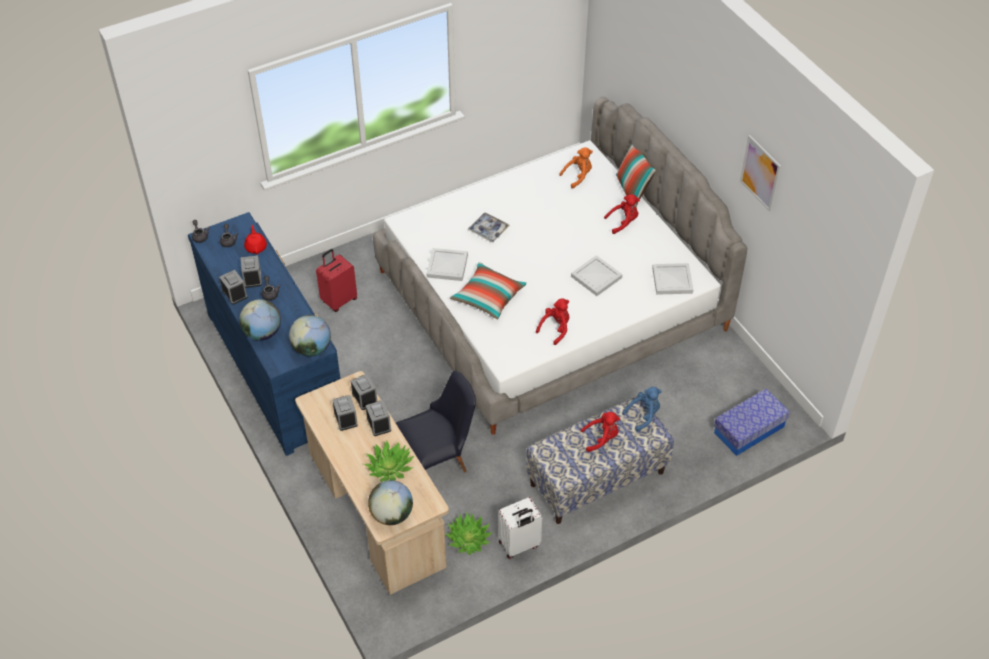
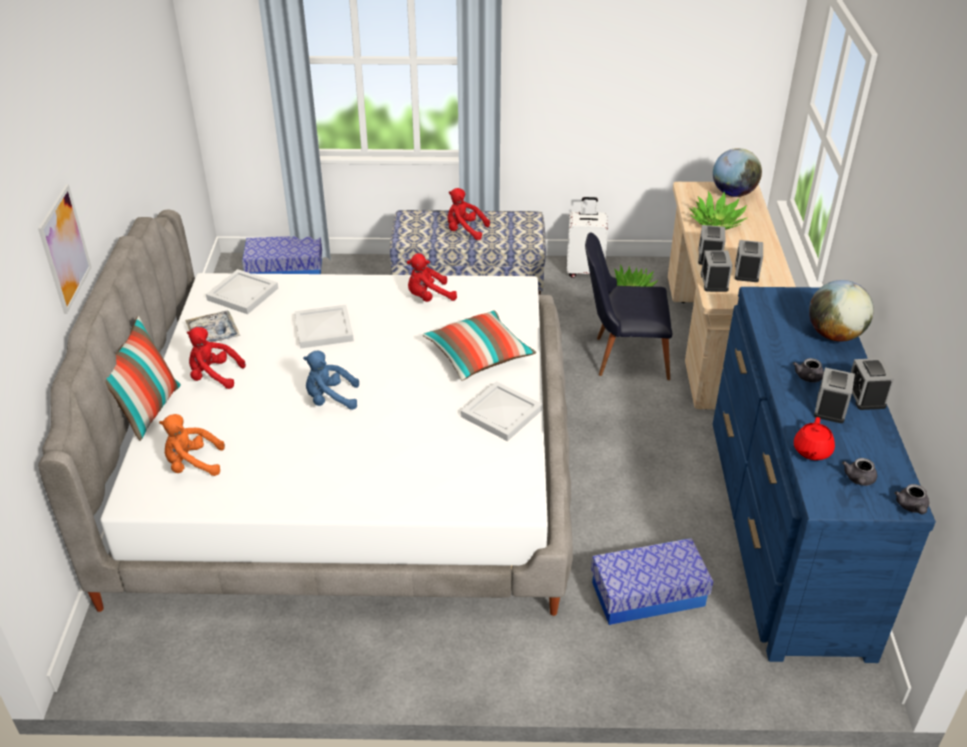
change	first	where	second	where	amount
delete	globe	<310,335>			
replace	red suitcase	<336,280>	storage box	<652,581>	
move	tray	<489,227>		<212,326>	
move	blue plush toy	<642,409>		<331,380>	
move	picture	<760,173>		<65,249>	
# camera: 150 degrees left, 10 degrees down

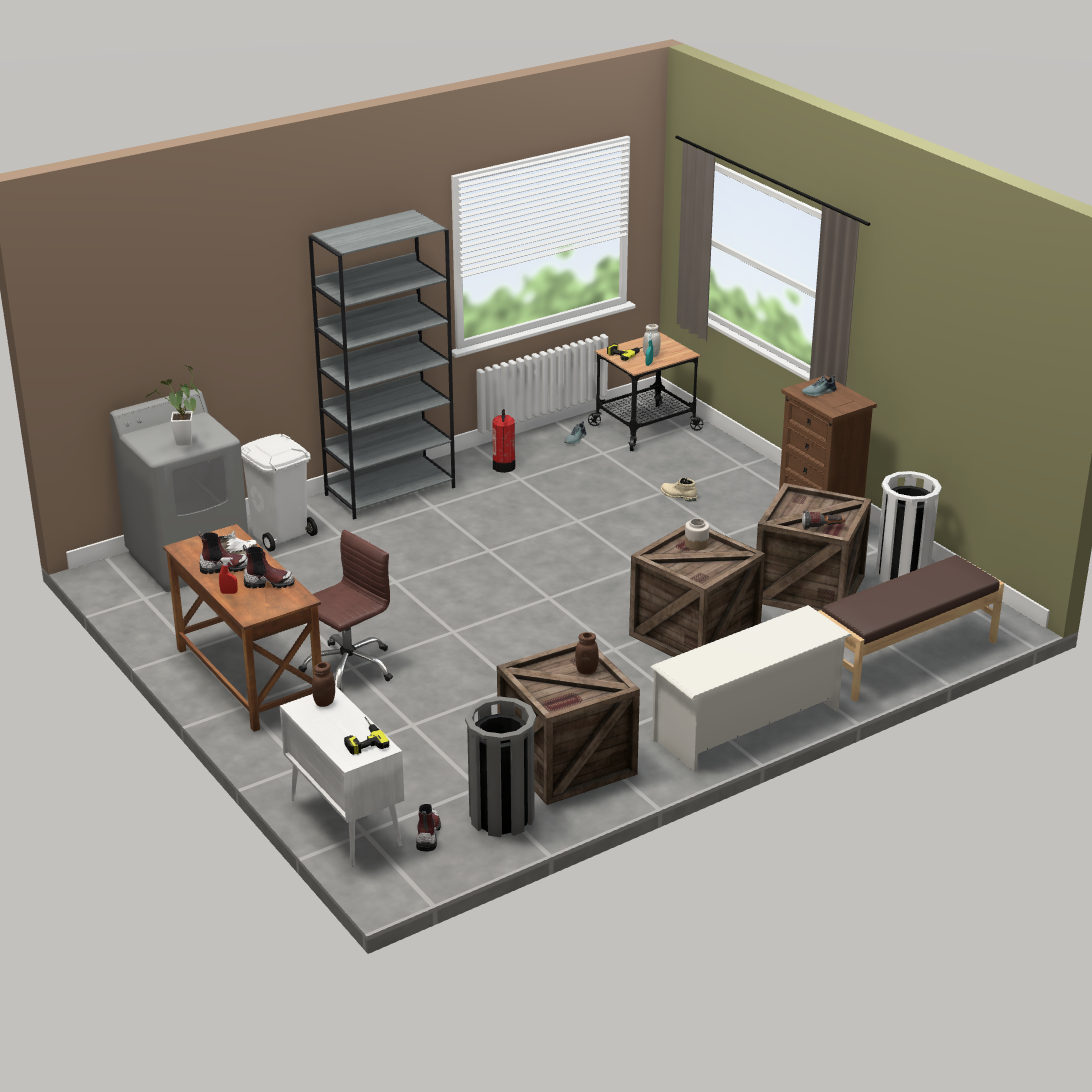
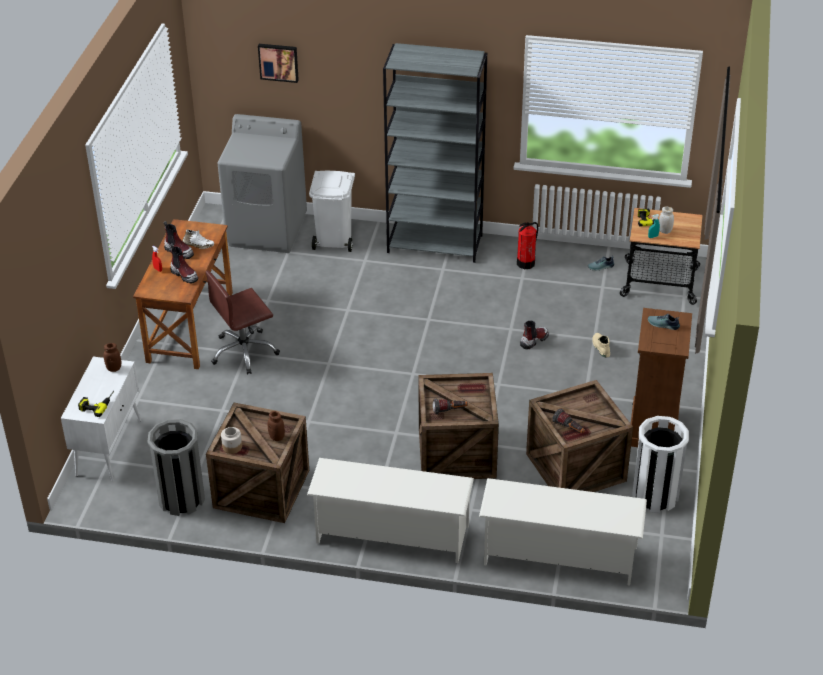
change	first	where	second	where	amount
delete	potted plant	<172,405>			
rotate	brown office chair	<345,610>		<242,322>	150 degrees clockwise
move	boot	<428,827>		<534,334>	
move	jar	<697,534>		<231,440>	
replace	brown bench	<911,628>	white shoe rack	<563,532>	
insert			picture	<278,63>	
insert			flashlight	<450,406>	
# camera: 45 degrees right, 10 degrees up

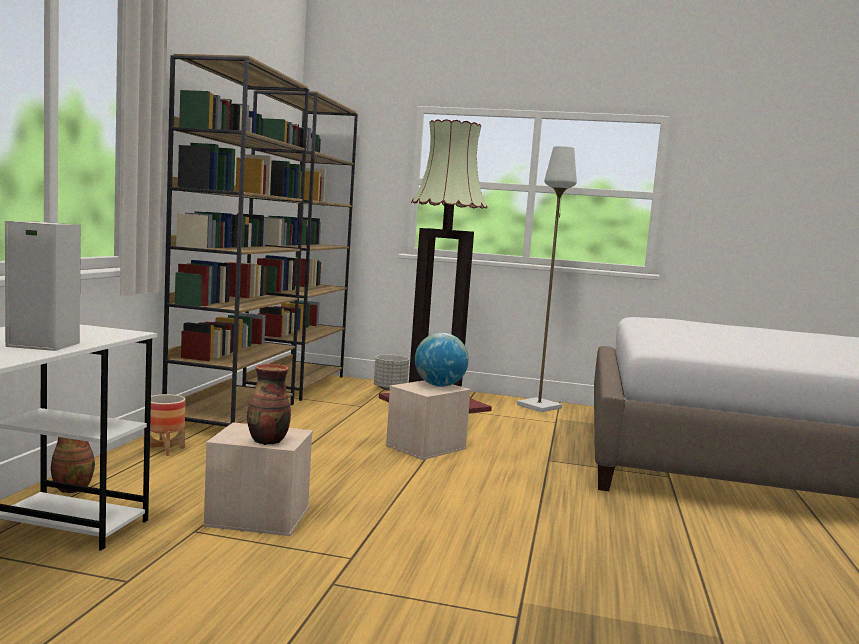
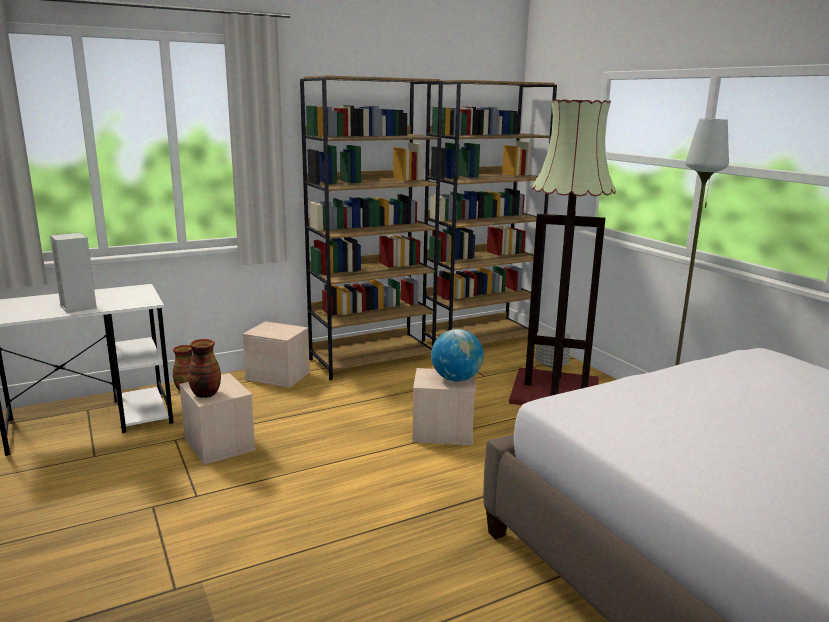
change	first	where	second	where	amount
replace	planter	<165,425>	beige storage box	<276,354>	
# camera: 50 degrees right, 10 degrees up

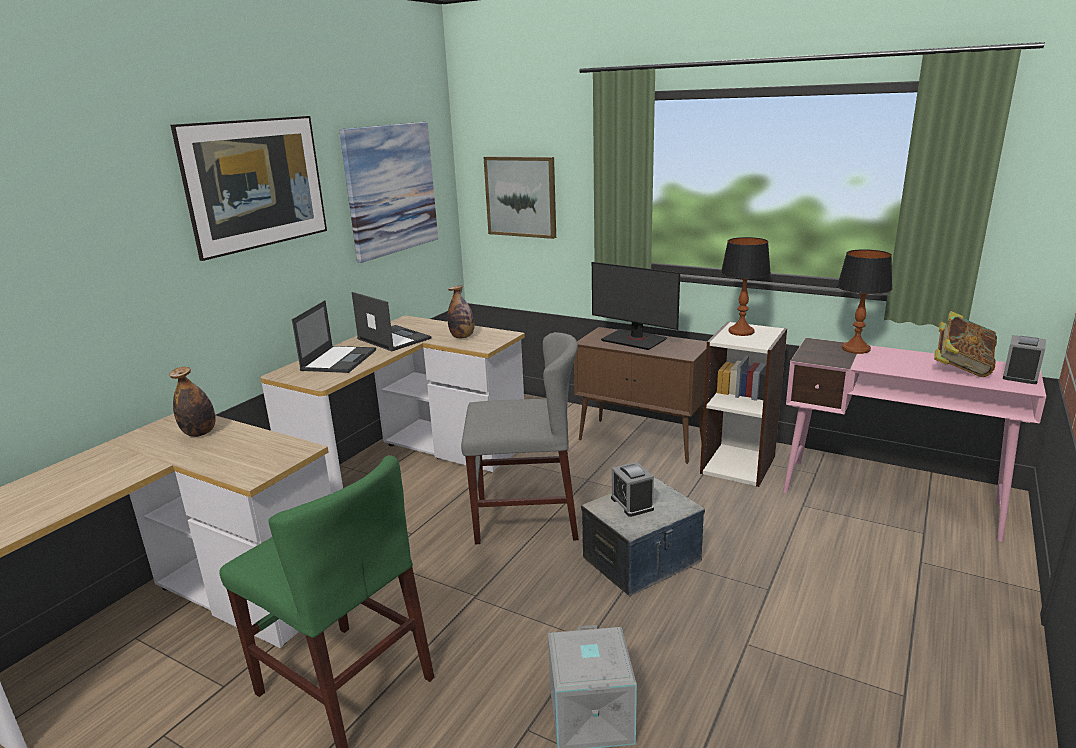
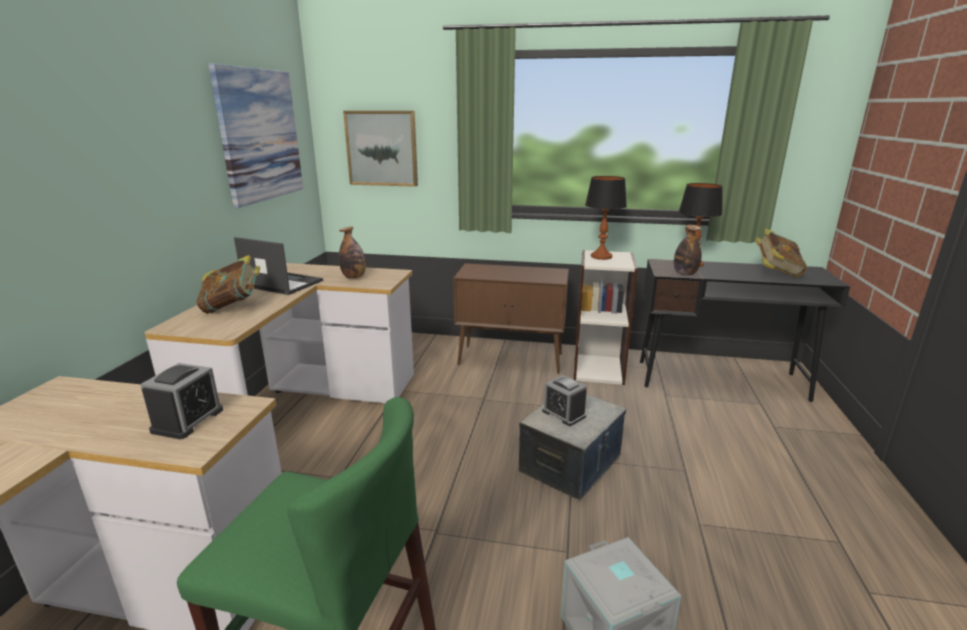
change	first	where	second	where	amount
move	bottle	<192,402>		<688,250>	
delete	picture	<249,188>			
replace	laptop	<334,336>	book	<228,284>	
delete	grey chair	<520,438>			
delete	monitor	<636,306>			
recolor	pink desk	<914,440>	black desk	<745,330>	
move	alarm clock	<1024,359>		<181,401>	
# camera: 20 degrees left, 0 degrees up

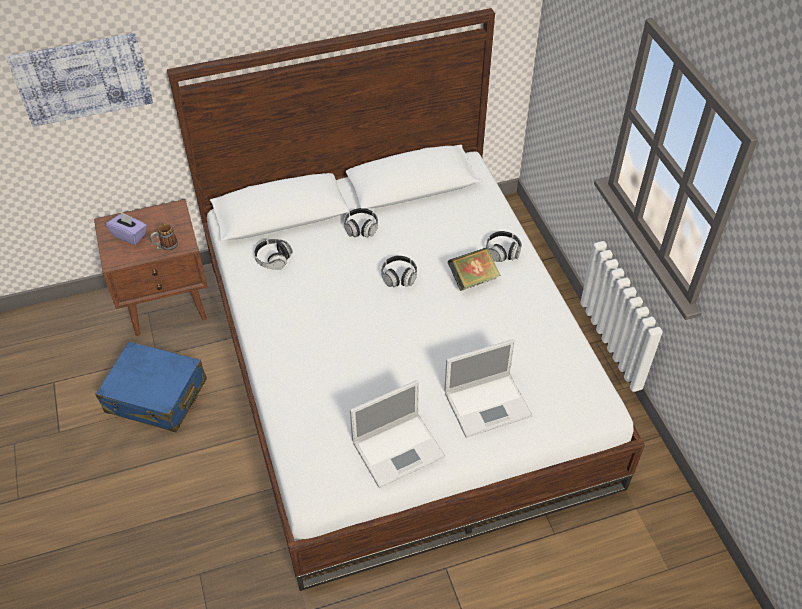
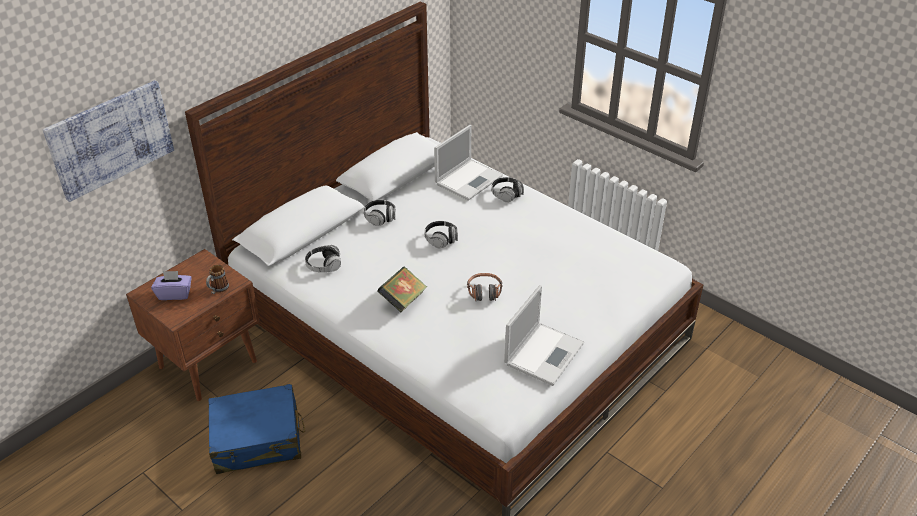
change	first	where	second	where	amount
move	laptop	<488,388>		<468,163>	
move	book	<474,269>		<402,289>	
insert			headphones	<485,287>	
# camera: 30 degrees left, 10 degrees down

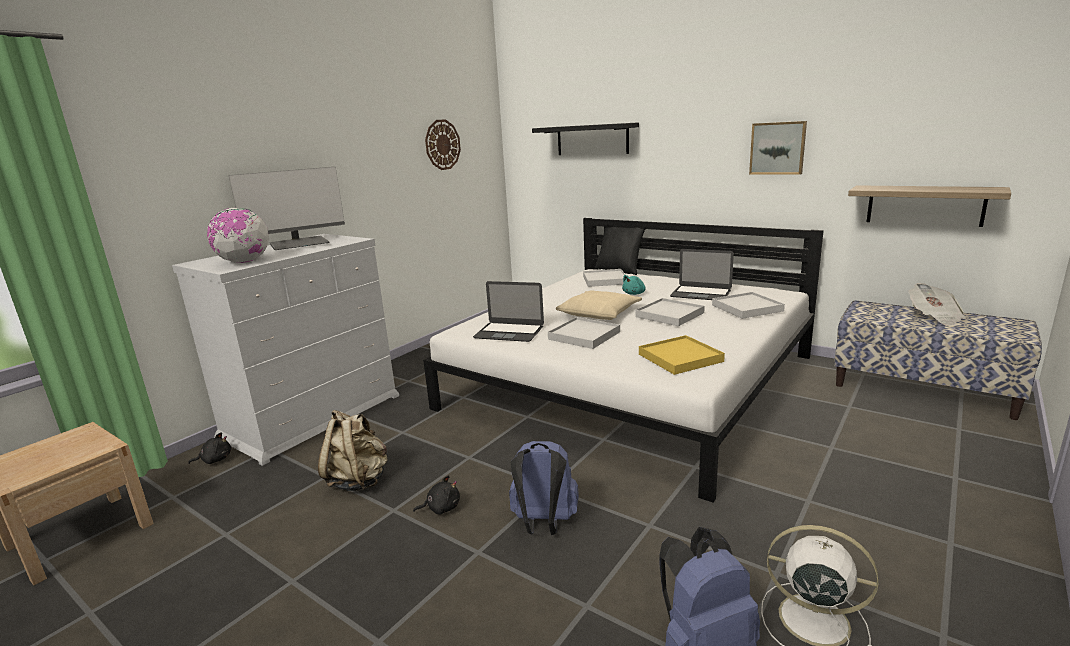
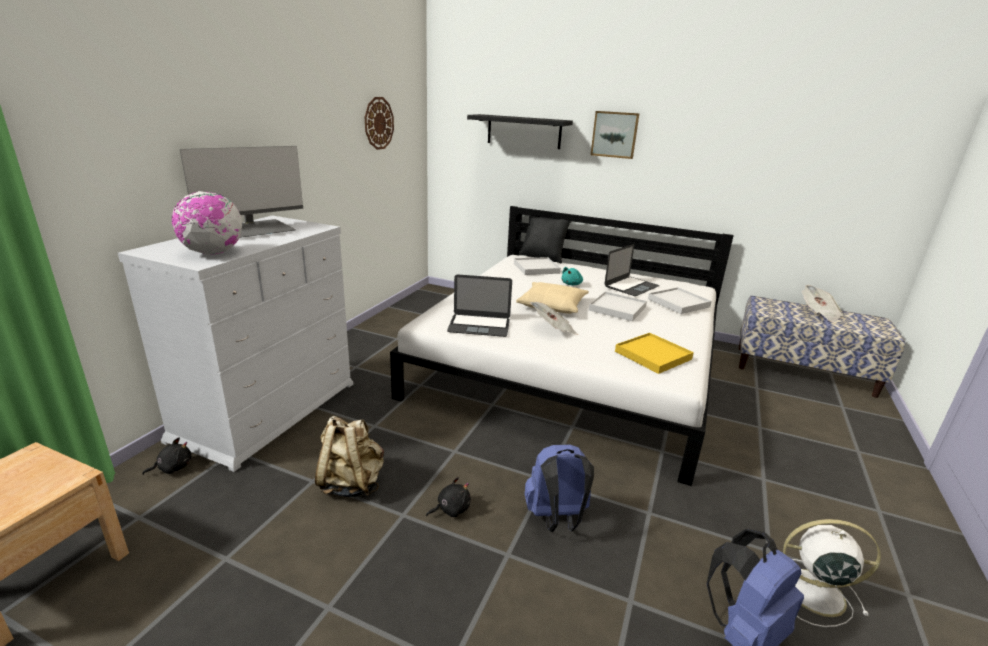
change	first	where	second	where	amount
replace	white tray	<584,333>	newspaper	<554,318>	
rotate	laptop	<702,274>		<631,270>	60 degrees counterclockwise
move	picture	<778,148>		<615,135>	
delete	shelf	<929,206>			
# camera: 15 degrees left, 5 degrees up

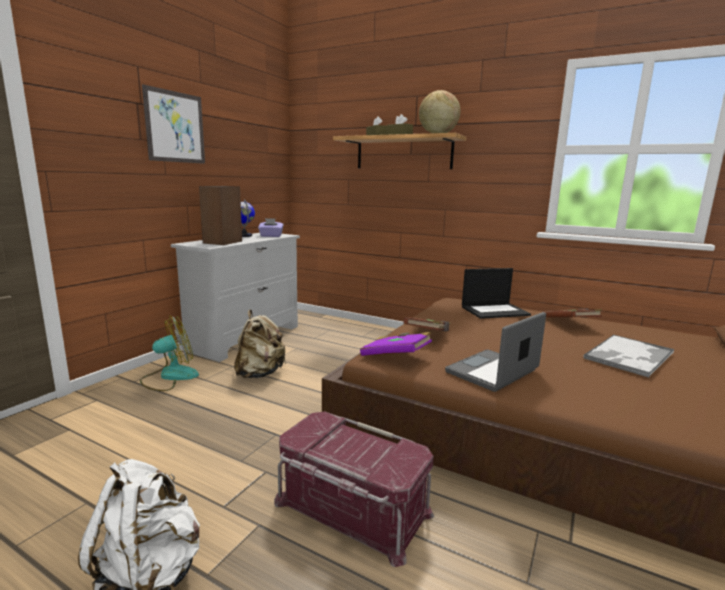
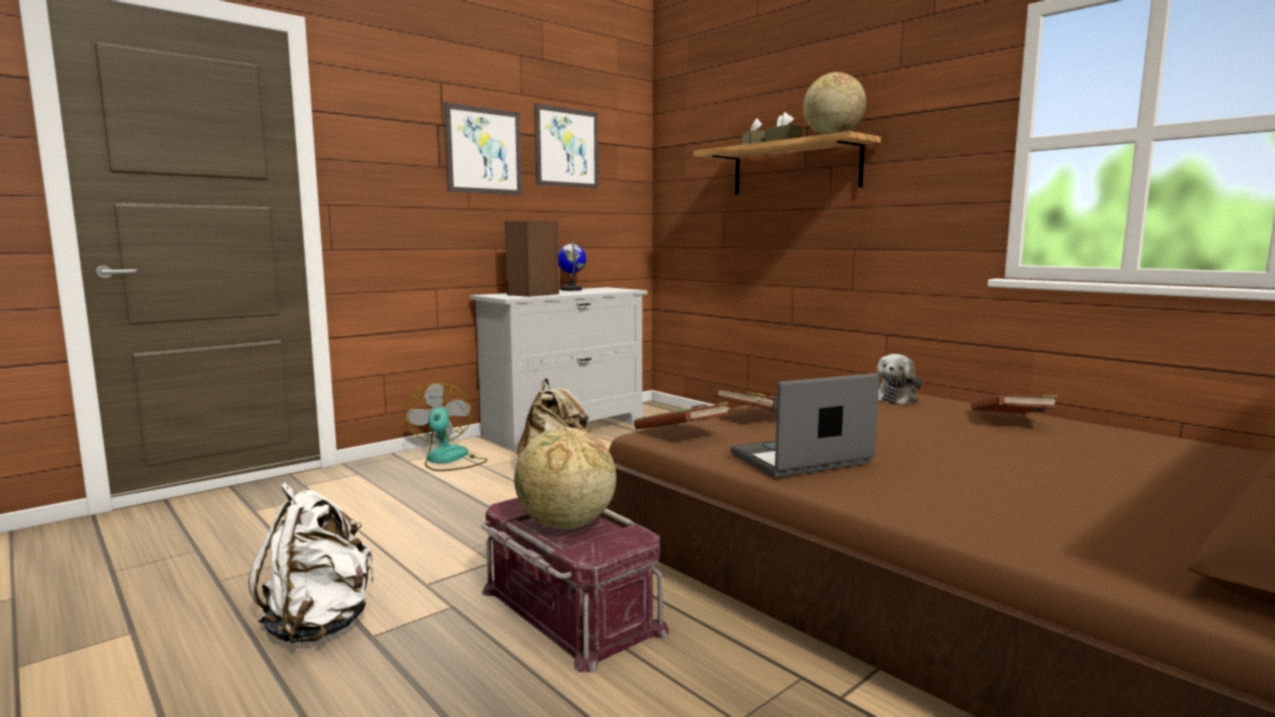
change	first	where	second	where	amount
rotate	fan	<169,353>		<446,427>	90 degrees counterclockwise
delete	purple tissue box	<270,227>			
recolor	purple book	<396,344>	brown book	<682,415>	
replace	laptop	<496,293>	plush toy	<899,379>	
delete	tray	<629,356>			
insert			globe	<565,478>	
insert			picture	<566,146>	
# camera: 20 degrees right, 5 degrees down

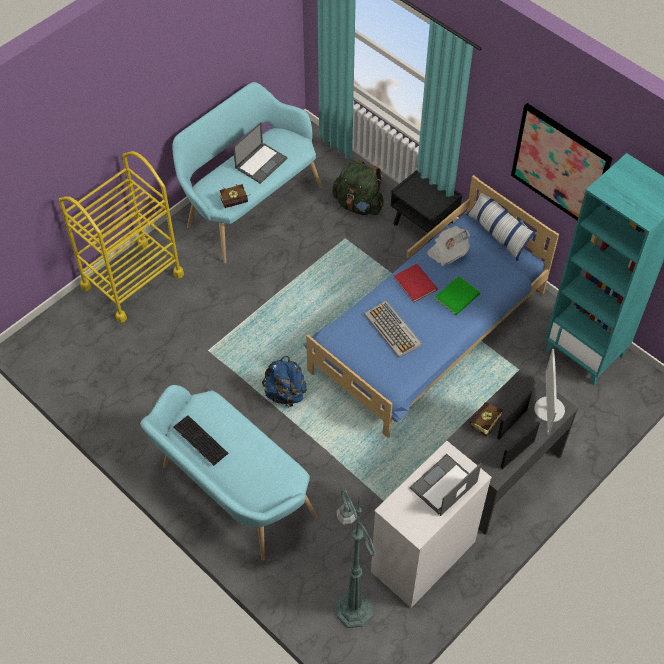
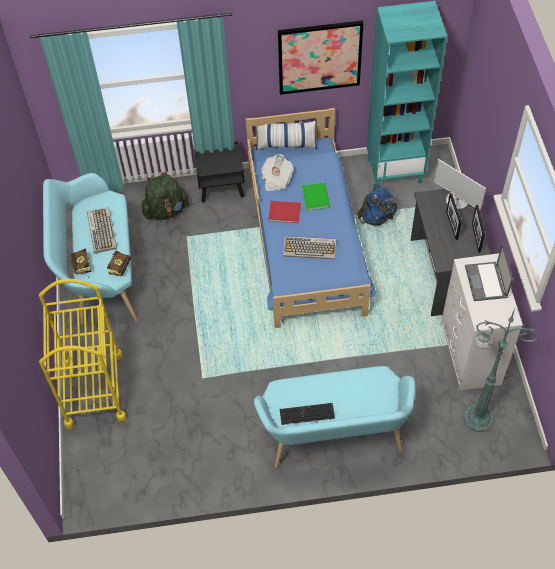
change	first	where	second	where	amount
replace	laptop	<260,153>	keyboard	<102,231>	
move	blue backpack	<284,381>		<377,204>	
move	book	<486,422>		<81,264>	
# camera: 50 degrees left, 0 degrees up

